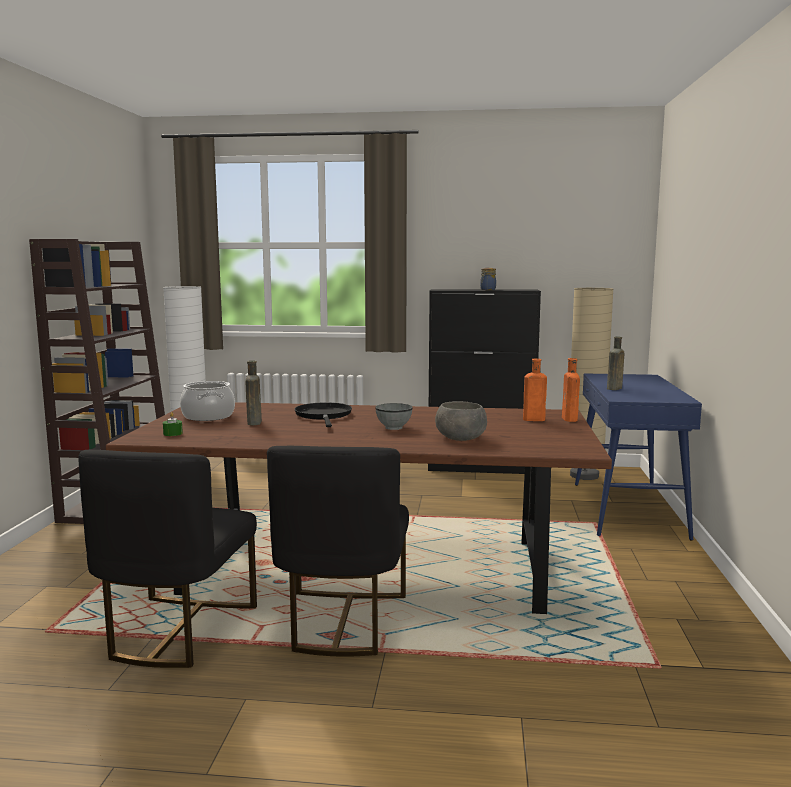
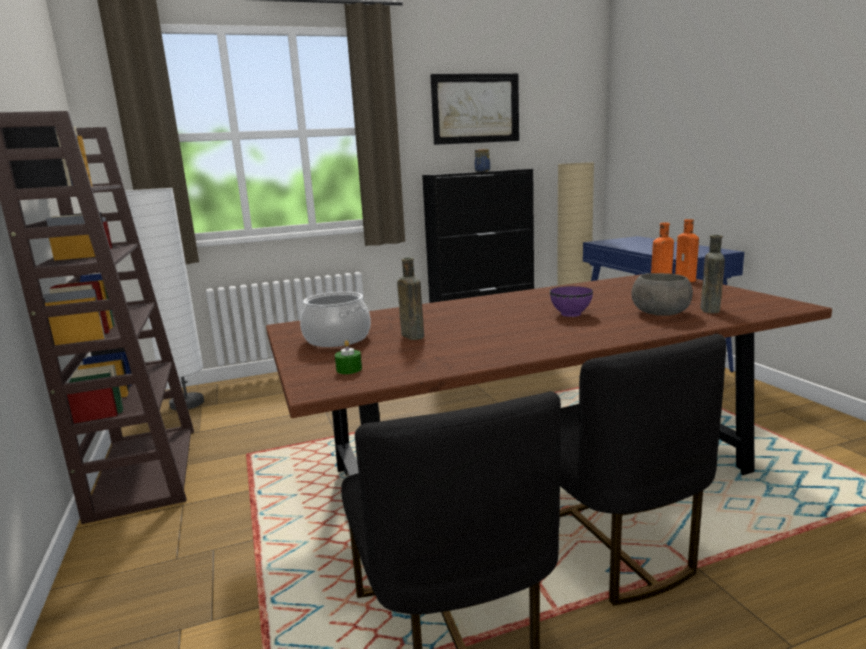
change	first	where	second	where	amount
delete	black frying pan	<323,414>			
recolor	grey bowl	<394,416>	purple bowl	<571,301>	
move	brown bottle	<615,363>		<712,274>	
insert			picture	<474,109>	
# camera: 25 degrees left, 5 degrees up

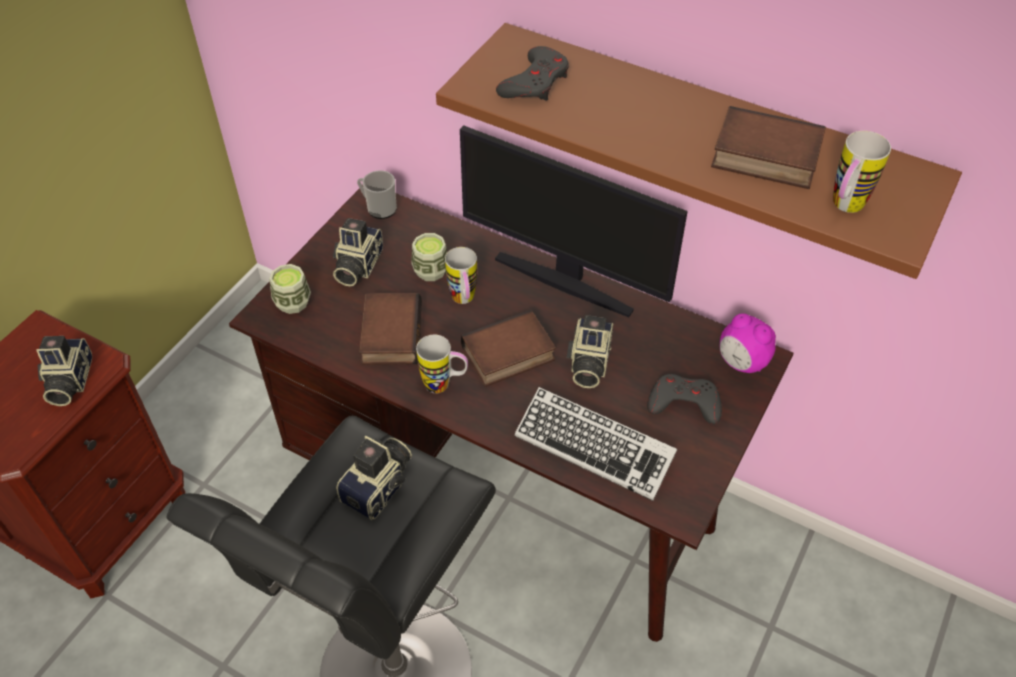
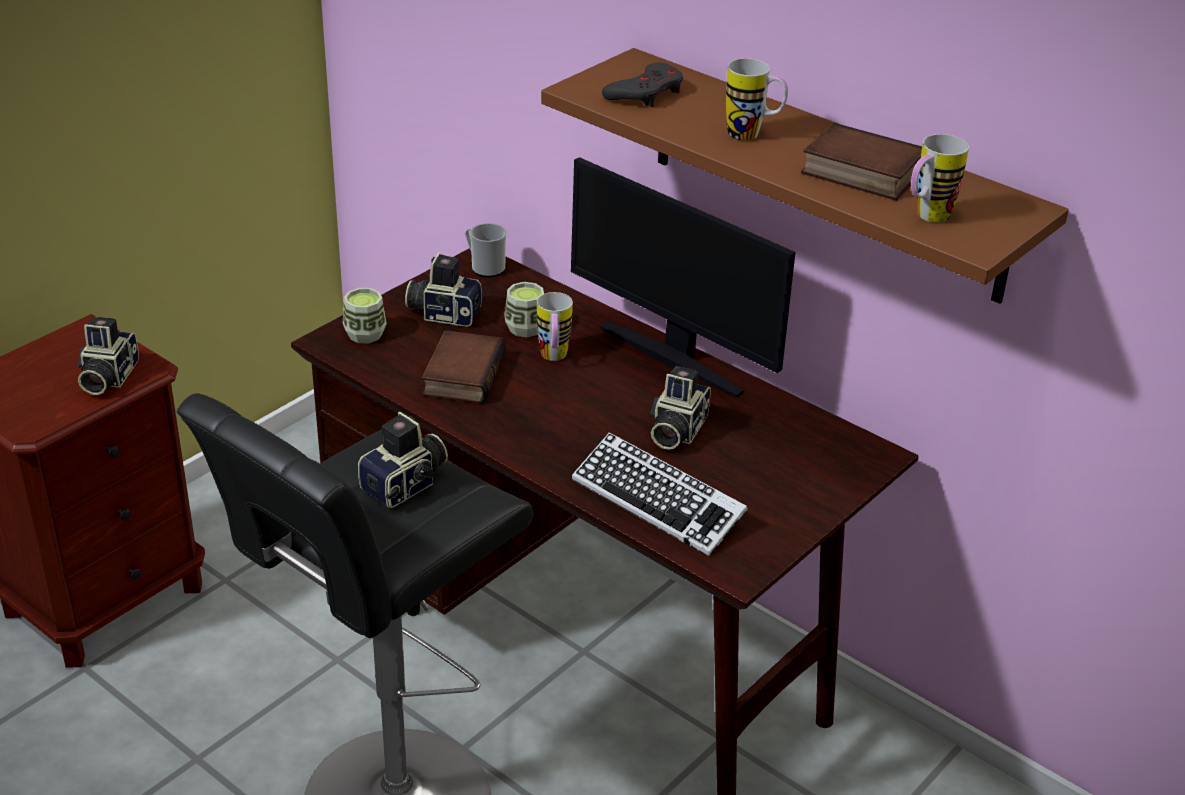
change	first	where	second	where	amount
rotate	photo camera	<358,252>		<444,289>	75 degrees clockwise
move	mug	<442,364>		<757,99>	
delete	book	<508,348>			
delete	grey game controller	<684,399>			
delete	alarm clock	<748,343>			
# camera: 10 degrees right, 15 degrees down

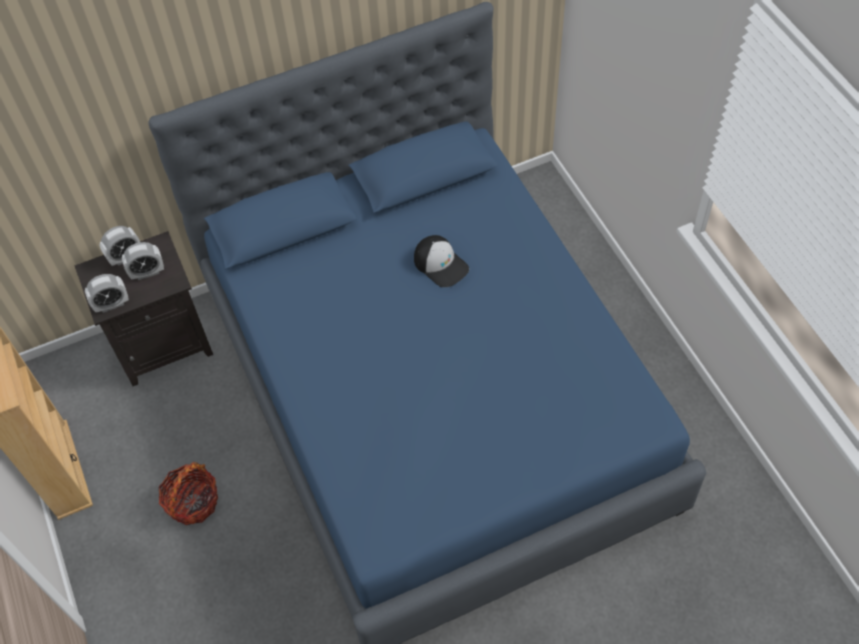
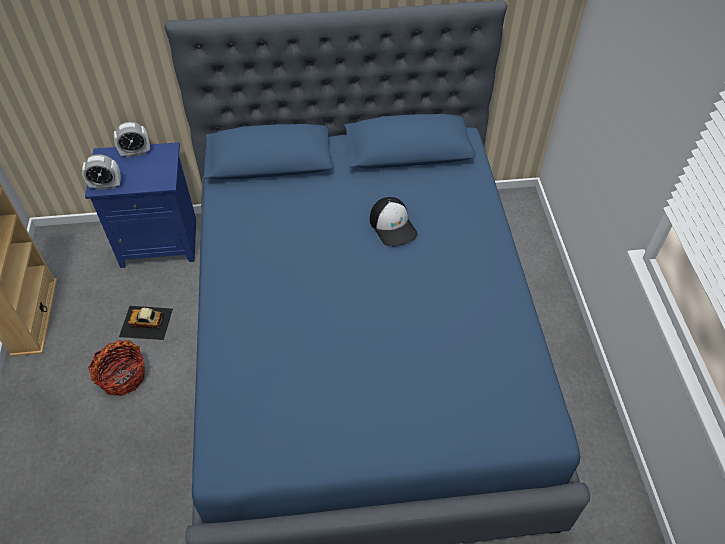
change	first	where	second	where	amount
recolor	black nightstand	<144,308>	blue nightstand	<140,205>	
delete	alarm clock	<143,261>			
insert			toy car	<146,323>	
# camera: 15 degrees right, 5 degrees down

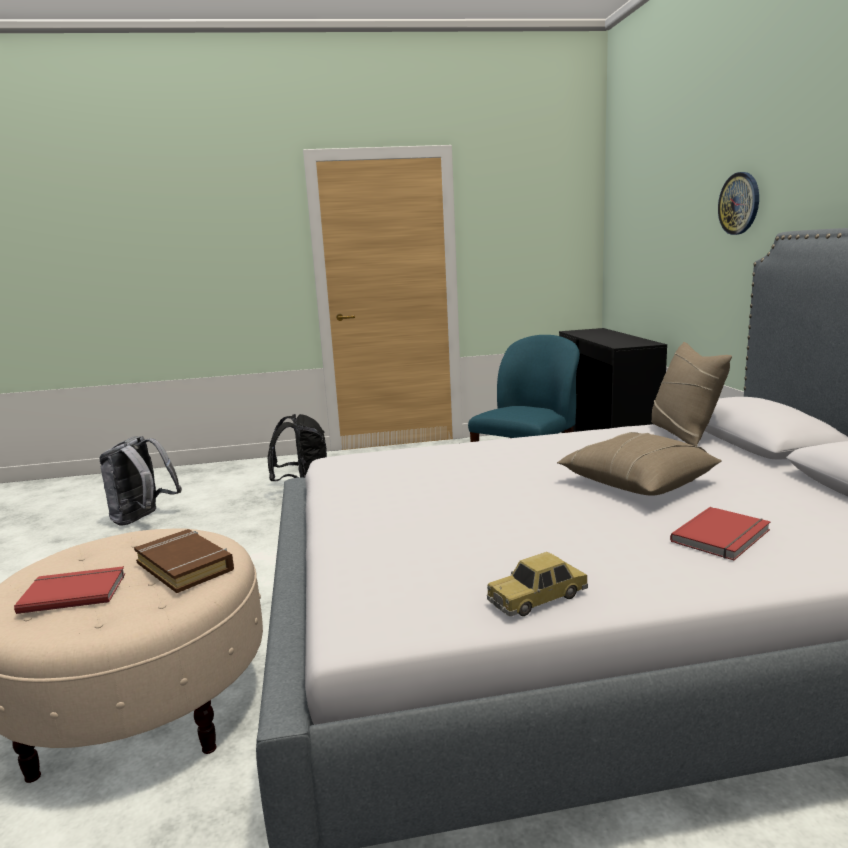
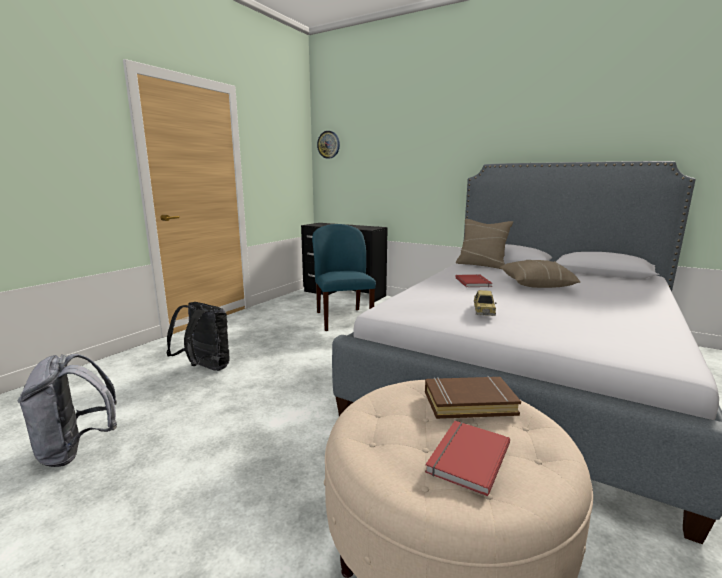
change	first	where	second	where	amount
move	toy car	<537,584>		<485,303>	
move	red book	<720,533>		<473,280>	
move	wall clock	<738,203>		<328,145>	
# camera: 50 degrees left, 0 degrees up

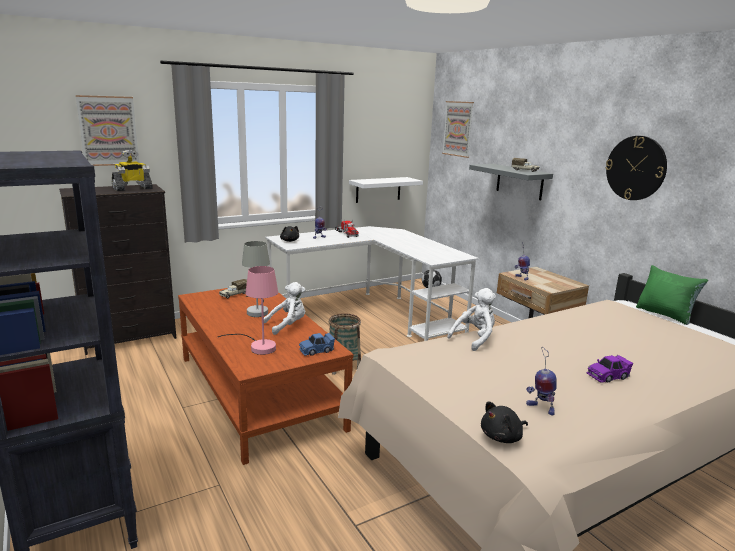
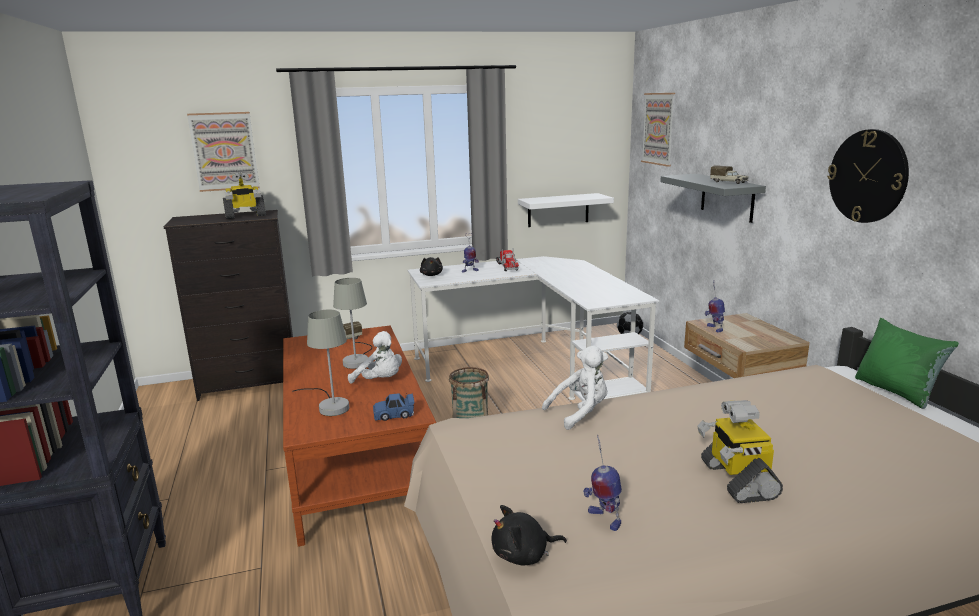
change	first	where	second	where	amount
recolor	pink table lamp	<248,310>	grey table lamp	<320,363>	
rotate	white plush toy	<284,308>		<375,357>	45 degrees clockwise
replace	purple toy car	<610,369>	toy robot	<740,451>	
# camera: 15 degrees right, 0 degrees up

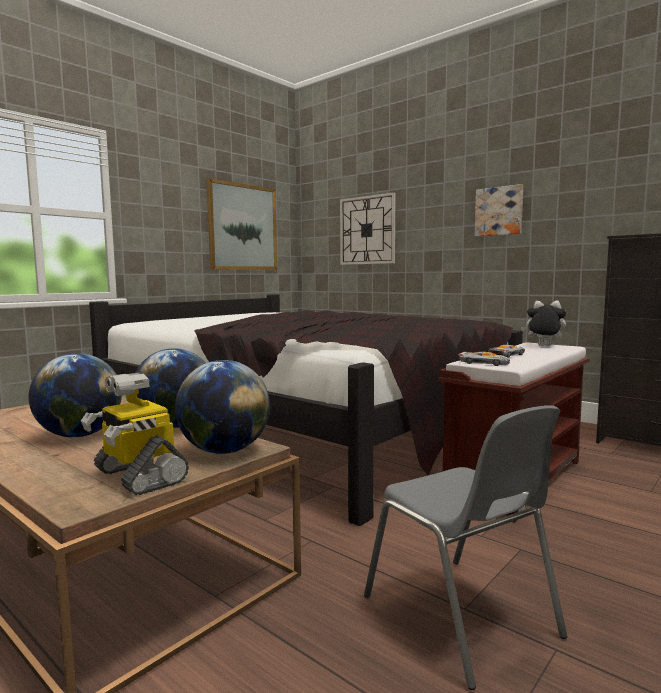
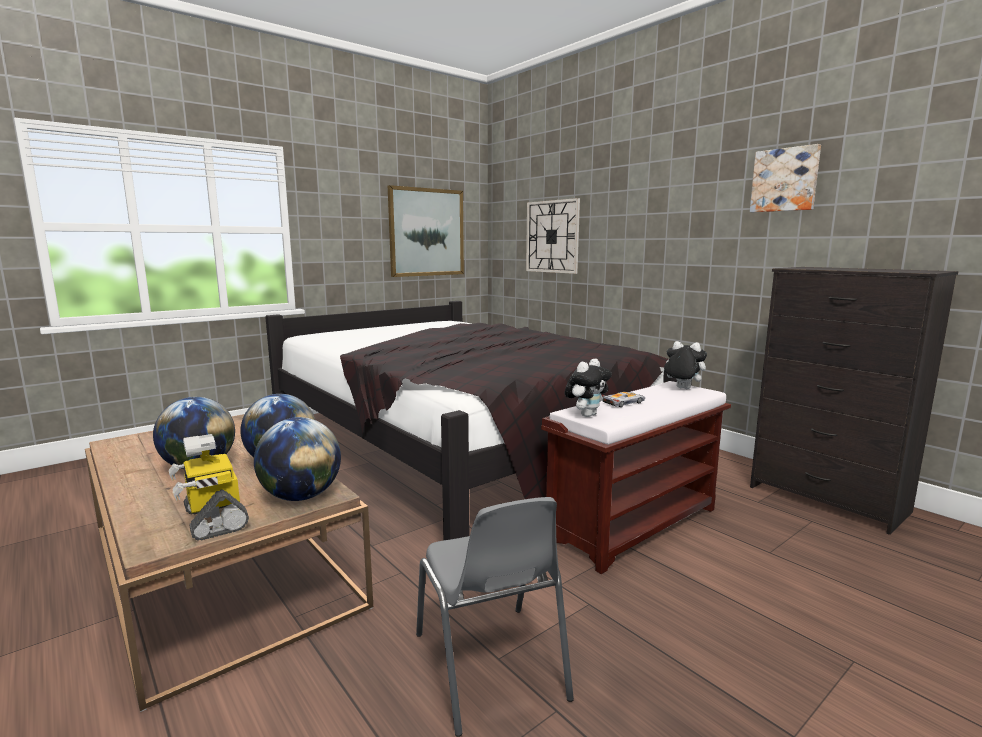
change	first	where	second	where	amount
replace	toy car	<484,359>	plush toy	<588,388>	
move	picture	<499,210>		<785,178>	
# camera: 10 degrees right, 5 degrees up

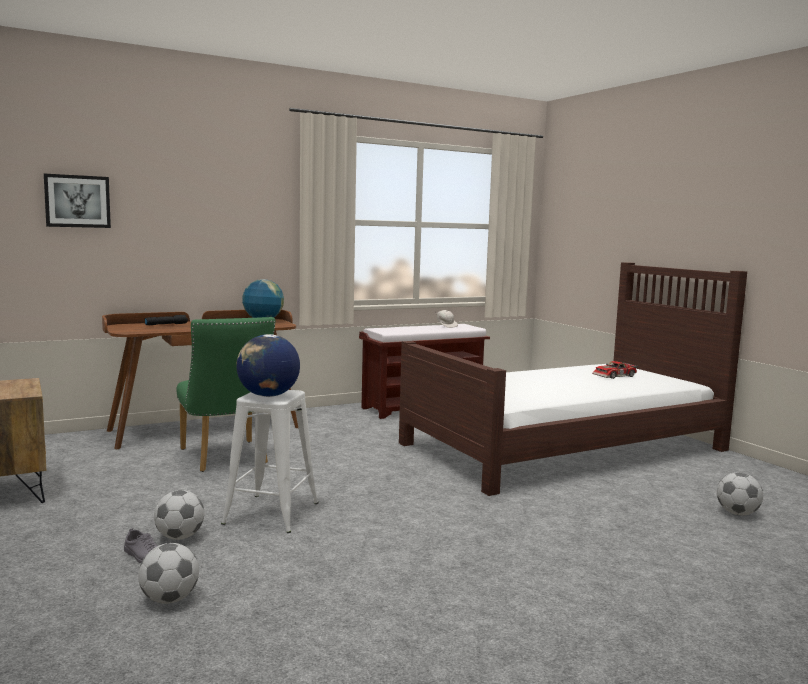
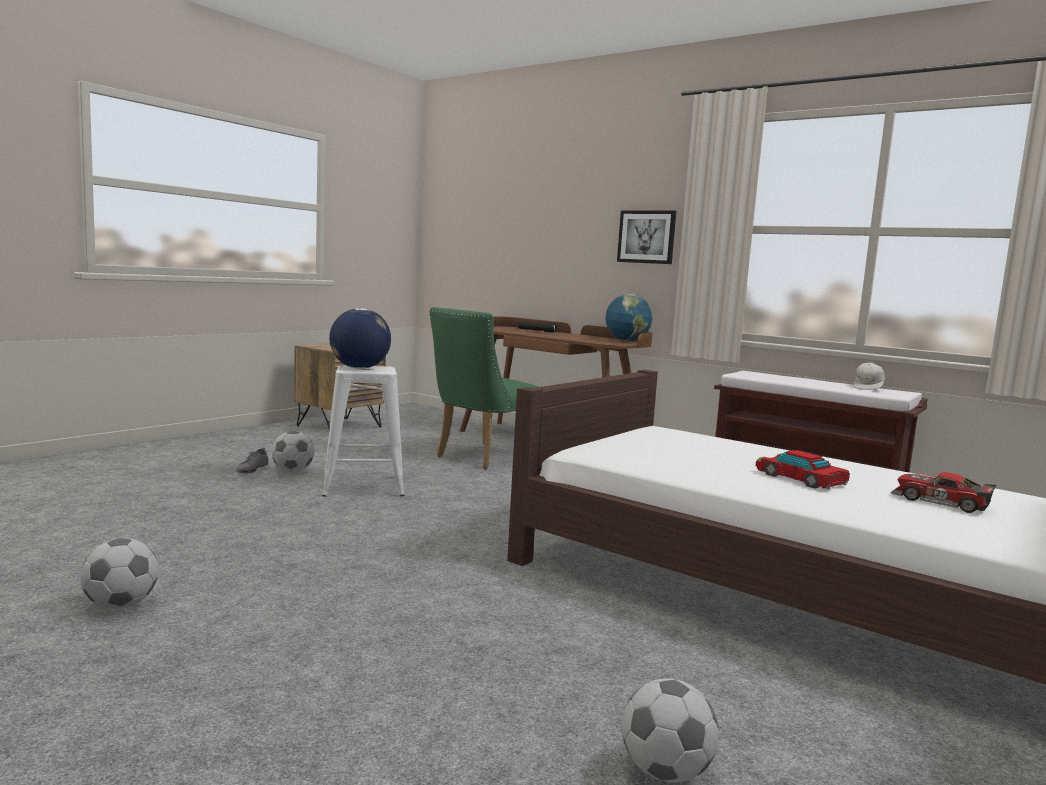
change	first	where	second	where	amount
move	picture	<77,201>		<646,237>	
move	football	<168,573>		<119,573>	
insert			toy car	<803,469>	
# camera: 65 degrees right, 0 degrees up

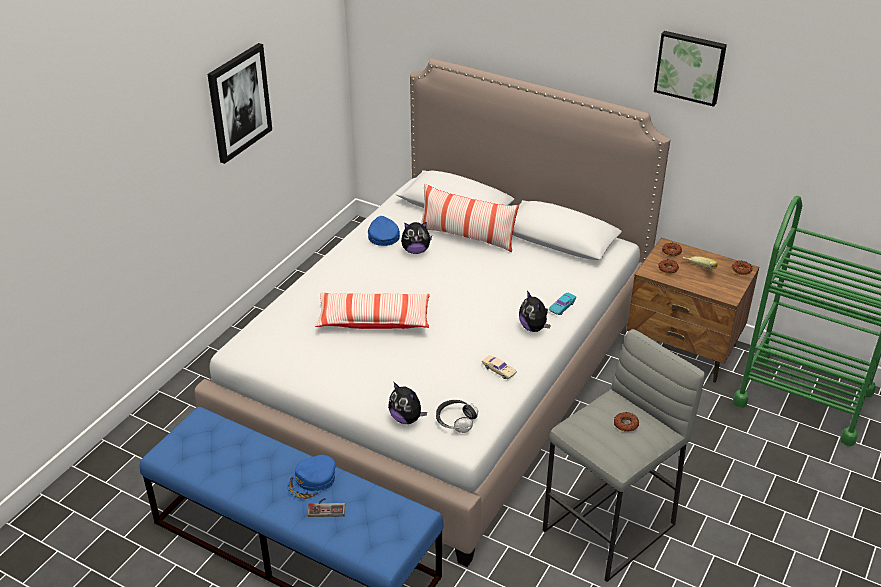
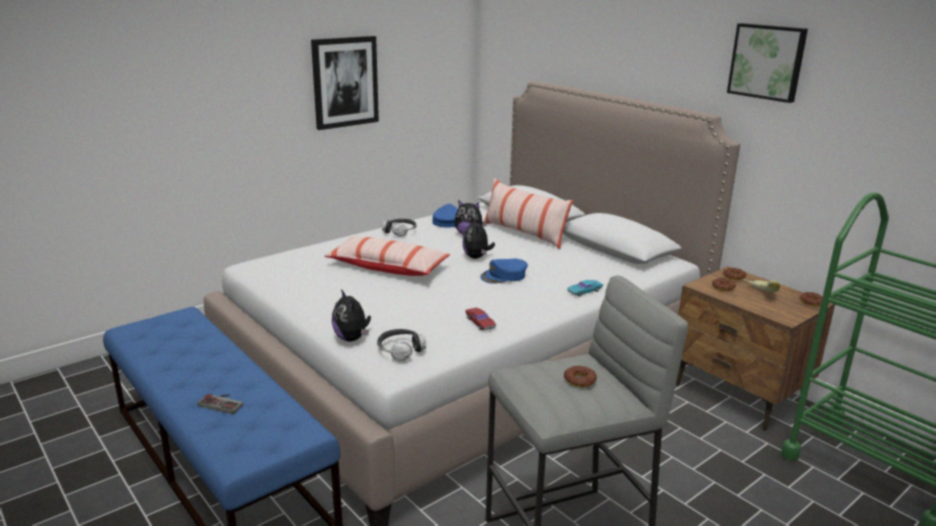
change	first	where	second	where	amount
move	blue cap	<311,477>		<504,271>	
recolor	beige toy car	<499,367>	red toy car	<480,319>	
move	plush toy	<535,311>		<478,238>	
insert			headphones	<399,228>	
# camera: 20 degrees right, 15 degrees down

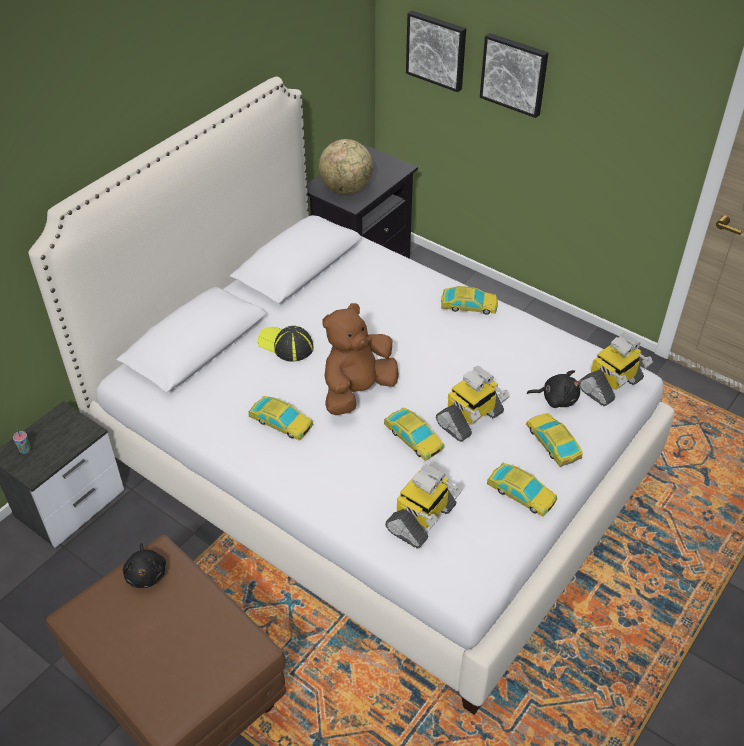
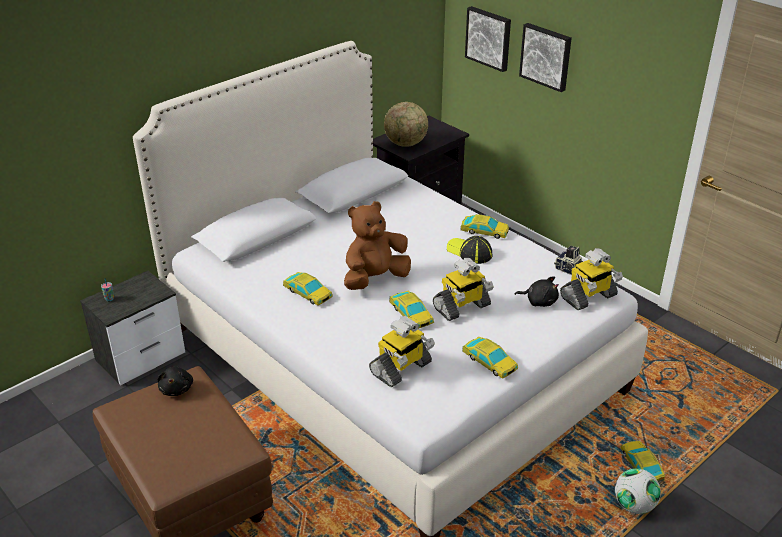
change	first	where	second	where	amount
move	cap	<286,344>		<469,250>	
move	toy car	<554,440>		<642,461>	
insert			photo camera	<568,260>	
insert			football	<638,491>	
# camera: 10 degrees right, 10 degrees down

